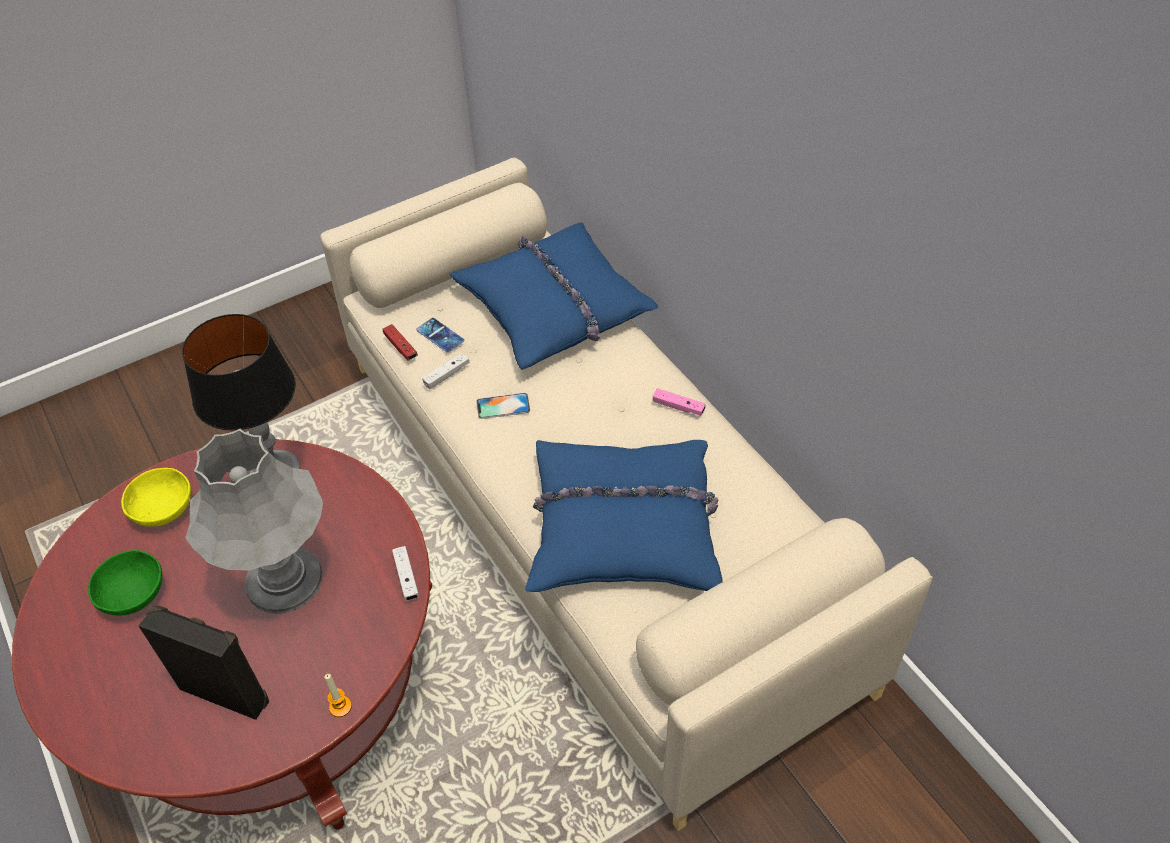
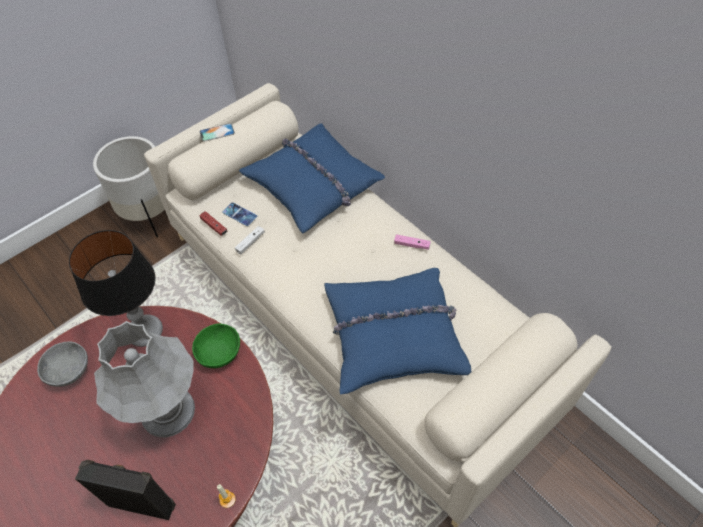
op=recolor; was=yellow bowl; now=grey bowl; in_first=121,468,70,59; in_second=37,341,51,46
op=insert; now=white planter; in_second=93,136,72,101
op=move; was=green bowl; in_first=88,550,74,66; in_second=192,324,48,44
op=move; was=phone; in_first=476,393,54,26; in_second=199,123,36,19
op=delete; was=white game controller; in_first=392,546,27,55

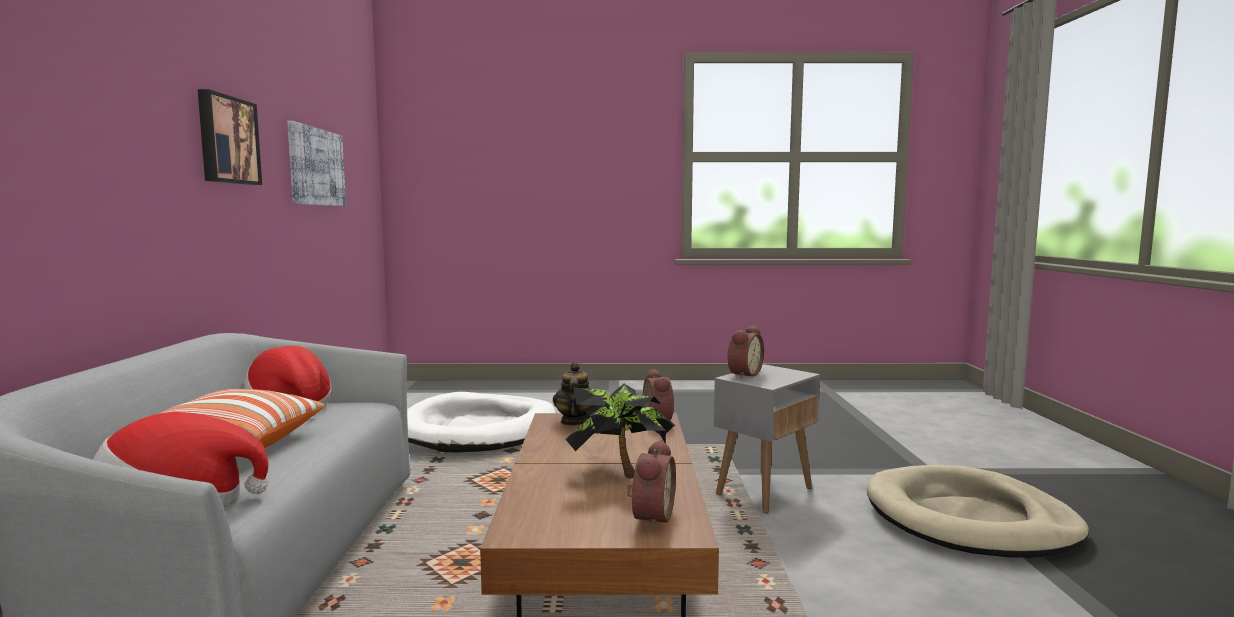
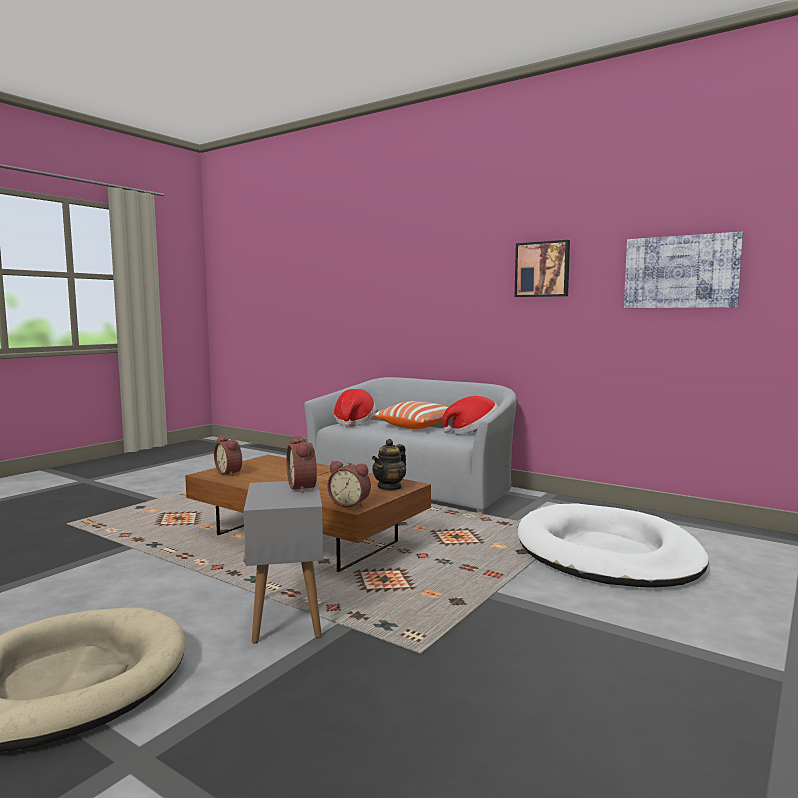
op=rotate; was=teapot; in_first=553,362,38,63; in_second=372,439,34,52; clockwise=90
op=delete; was=potted plant; in_first=566,384,109,95

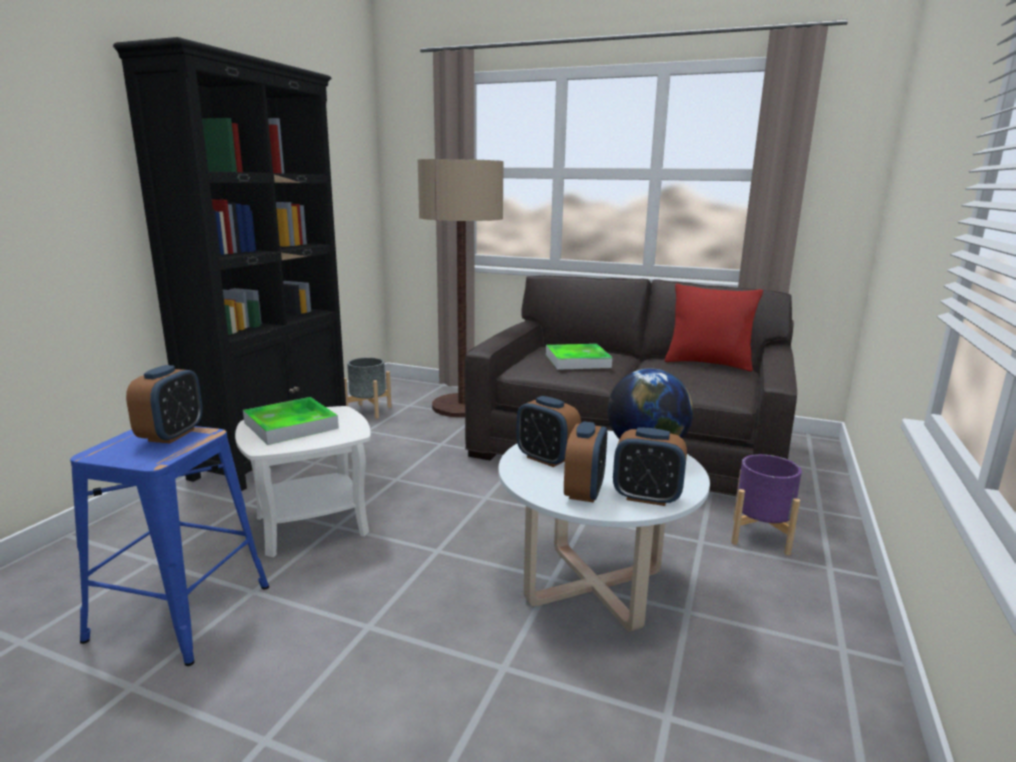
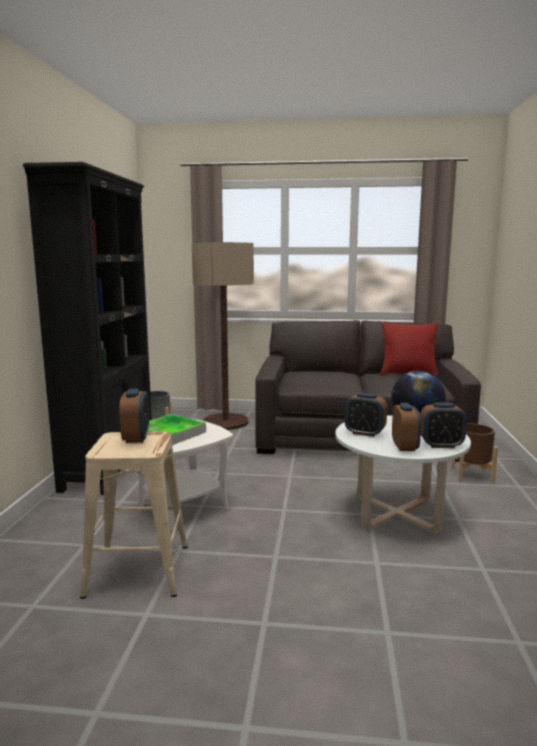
op=recolor; was=blue stool; now=beige stool; in_first=70,426,199,240; in_second=80,432,108,167
op=recolor; was=purple planter; now=brown planter; in_first=731,454,71,101; in_second=451,423,47,60
op=delete; was=tray; in_first=546,344,66,26

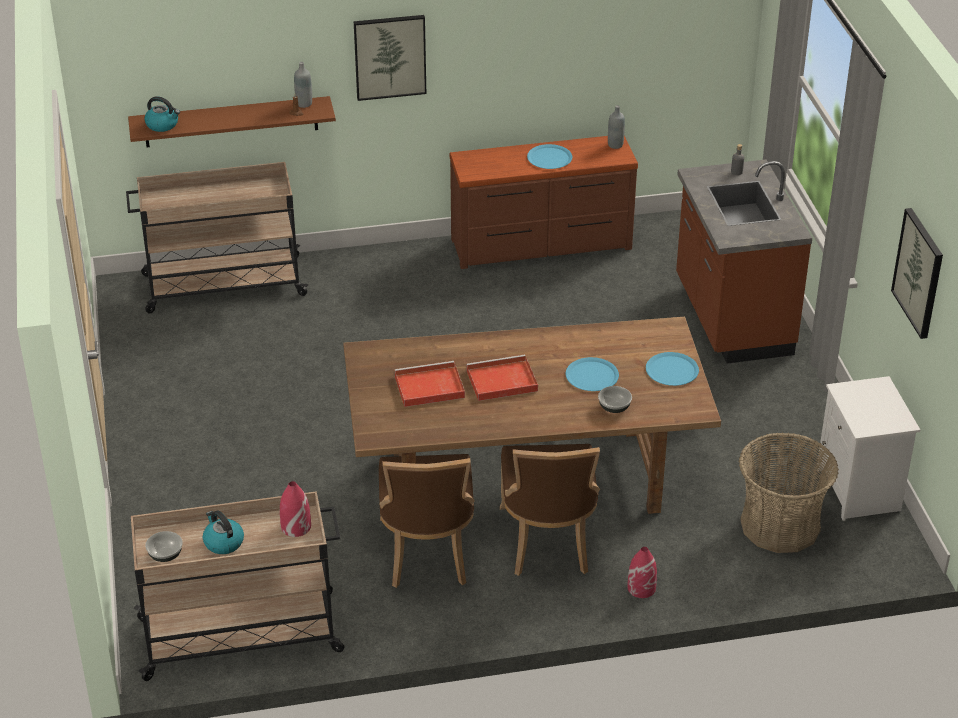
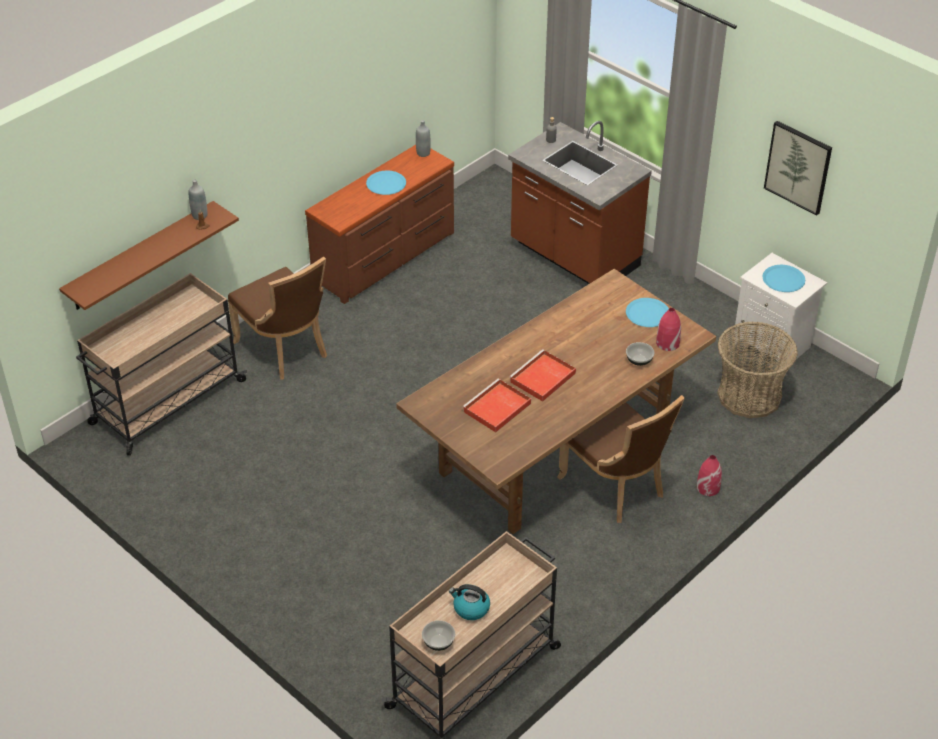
op=move; was=brown chair; in_first=379,454,96,134; in_second=228,256,99,123
op=move; was=red vase; in_first=280,481,31,56; in_second=656,308,25,43
op=move; was=blue plate; in_first=566,357,53,34; in_second=763,265,42,27
op=delete; was=kettle; in_first=144,96,36,36
op=delete; was=picture; in_first=354,15,72,86

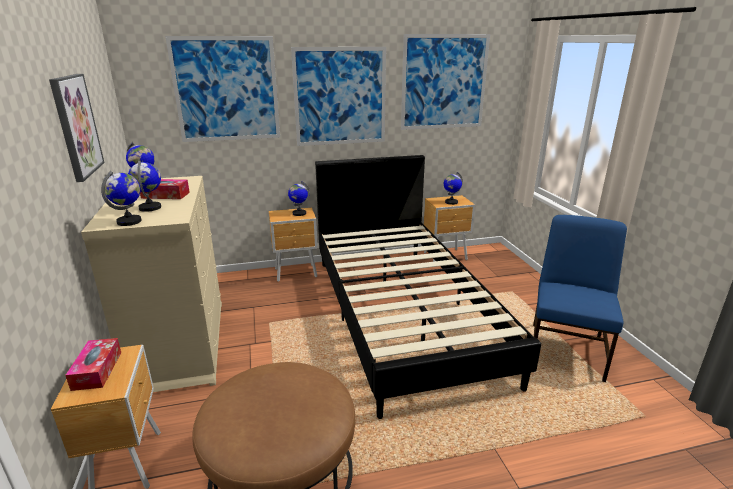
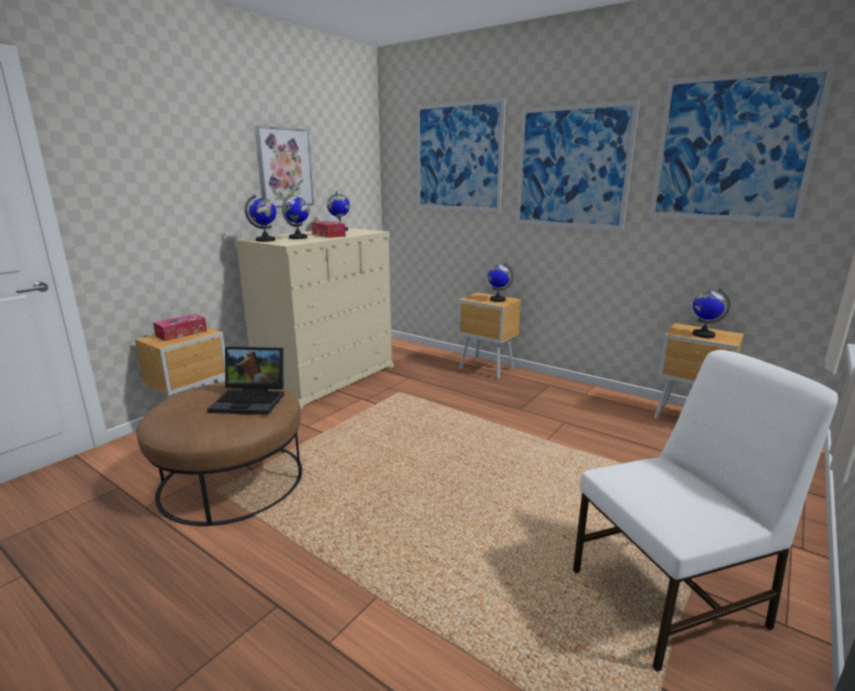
op=insert; now=laptop; in_second=207,346,77,69
op=recolor; was=blue chair; now=white chair; in_first=533,215,94,167; in_second=573,350,265,322
op=delete; was=black bed; in_first=315,155,226,264

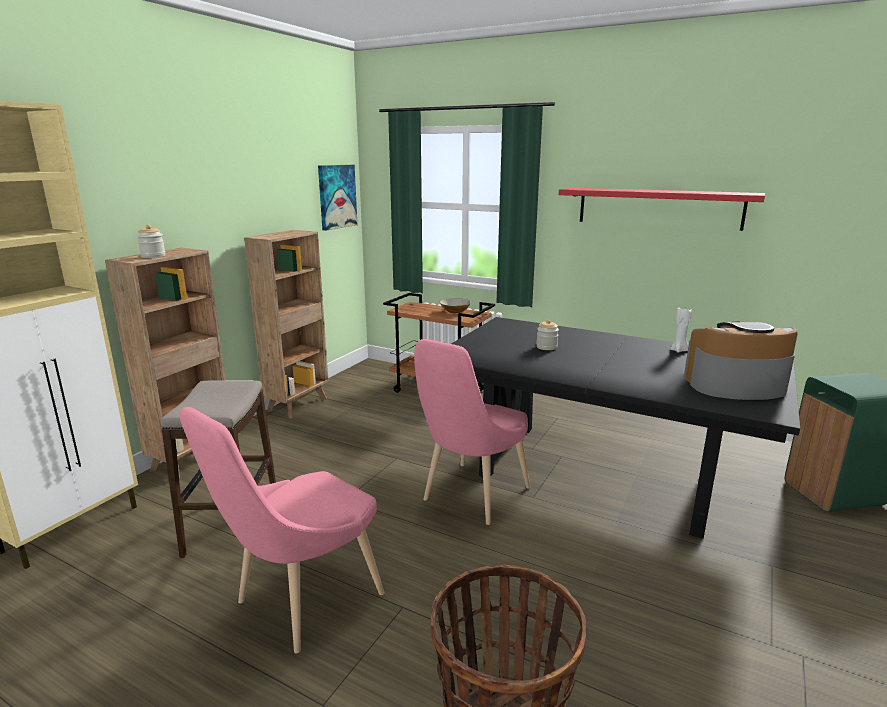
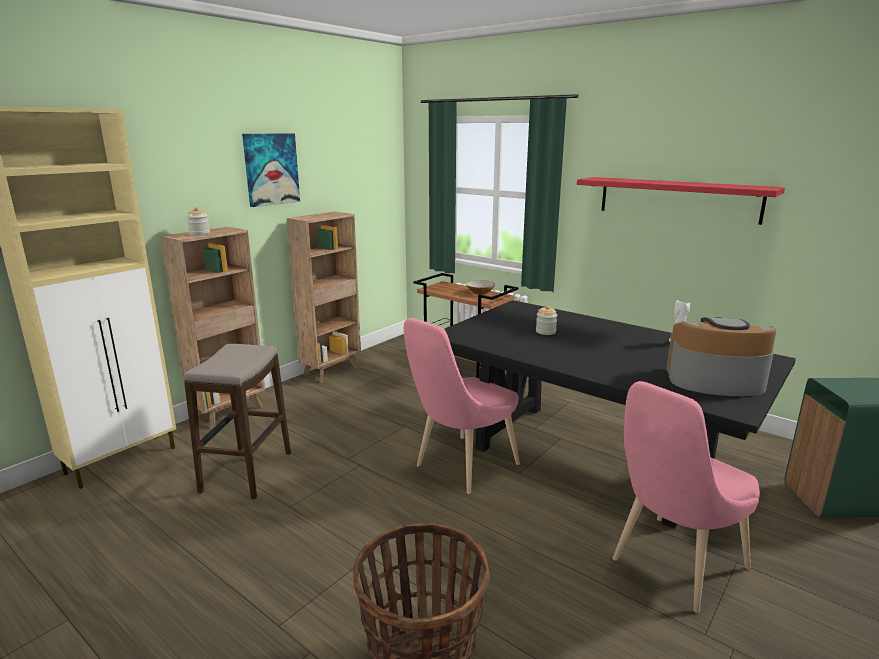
op=move; was=picture; in_first=318,165,39,66; in_second=242,133,58,74
op=move; was=pink chair; in_first=179,407,205,246; in_second=613,381,147,232

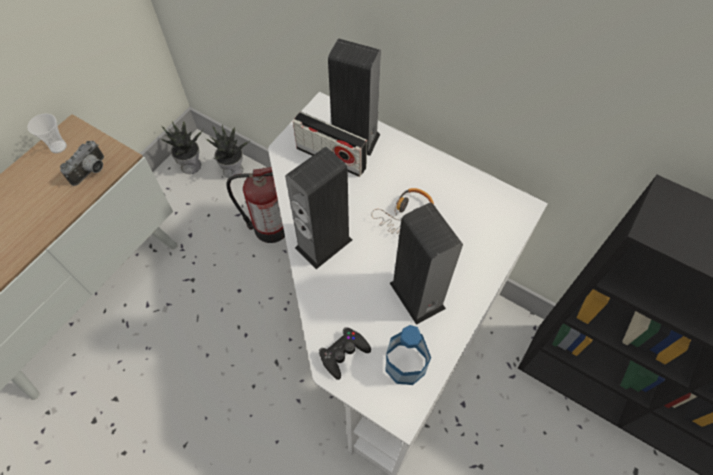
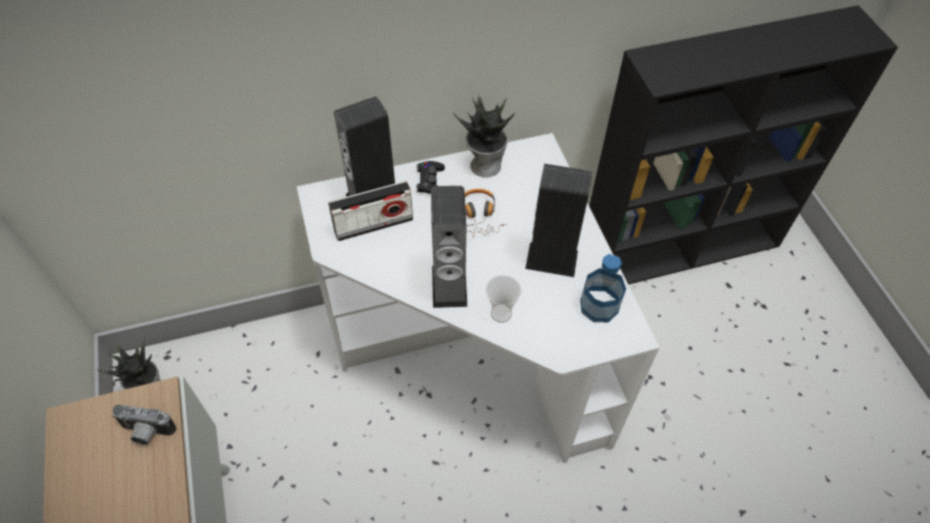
op=rotate; was=photo camera; in_first=60,141,44,45; in_second=112,404,65,41; clockwise=120
op=move; was=black game controller; in_first=319,327,52,53; in_second=416,161,29,33
op=move; was=potted plant; in_first=206,125,45,53; in_second=453,96,62,82
op=move; was=cup; in_first=27,114,40,39; in_second=486,275,35,48
op=delete; was=fire extinguisher; in_first=226,167,59,76

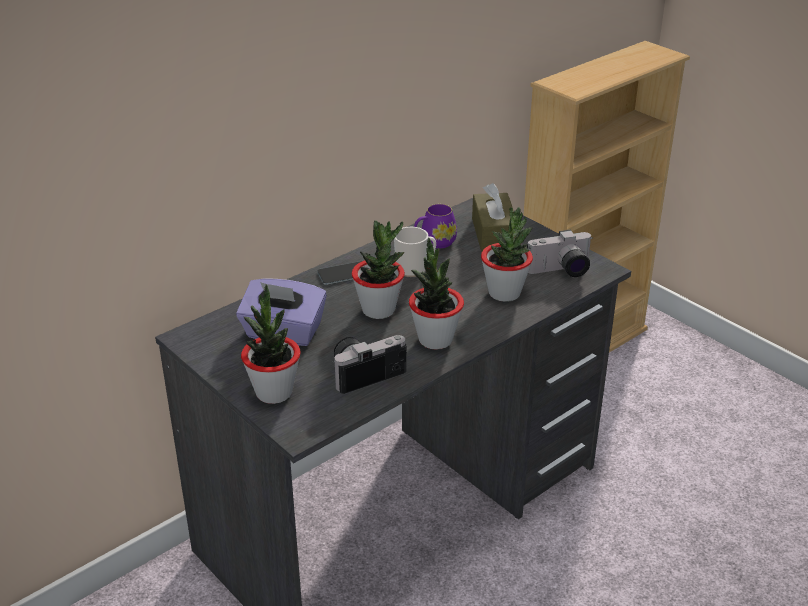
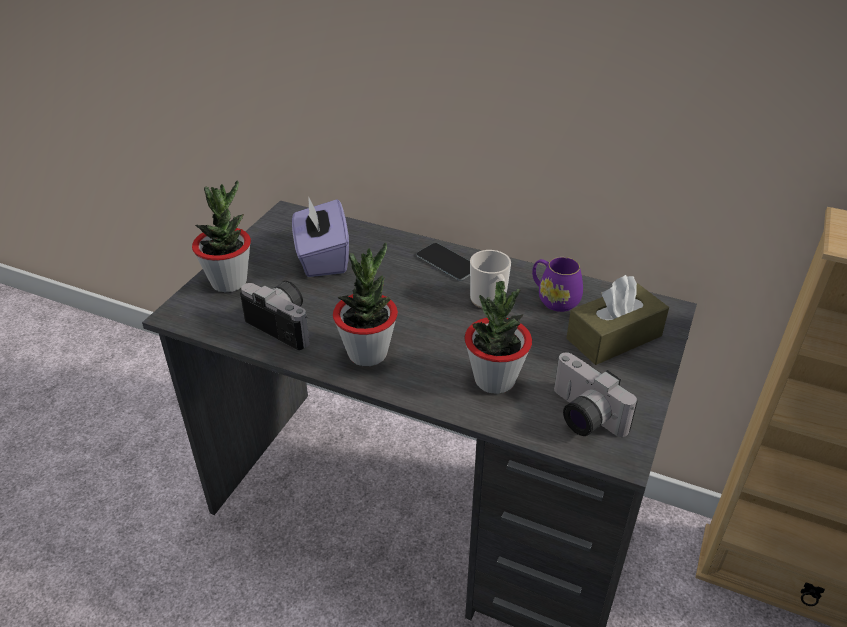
op=delete; was=potted plant; in_first=352,220,53,99

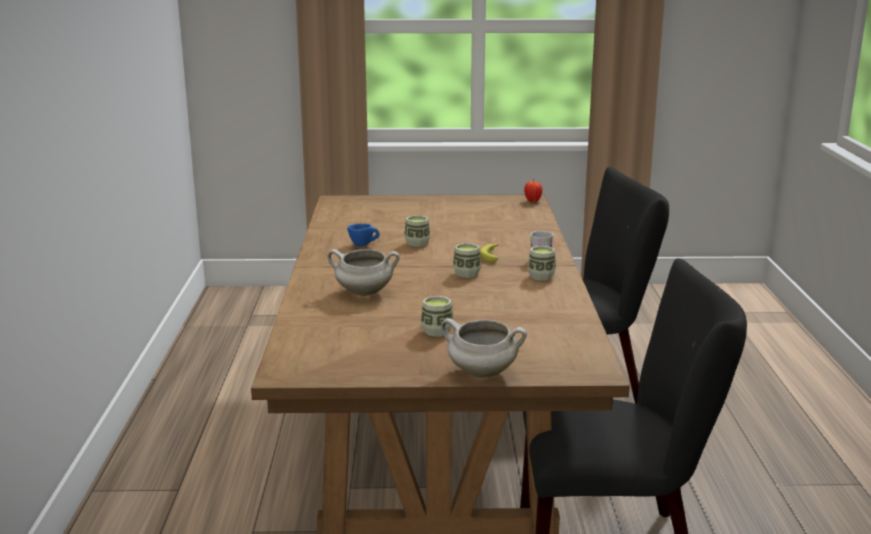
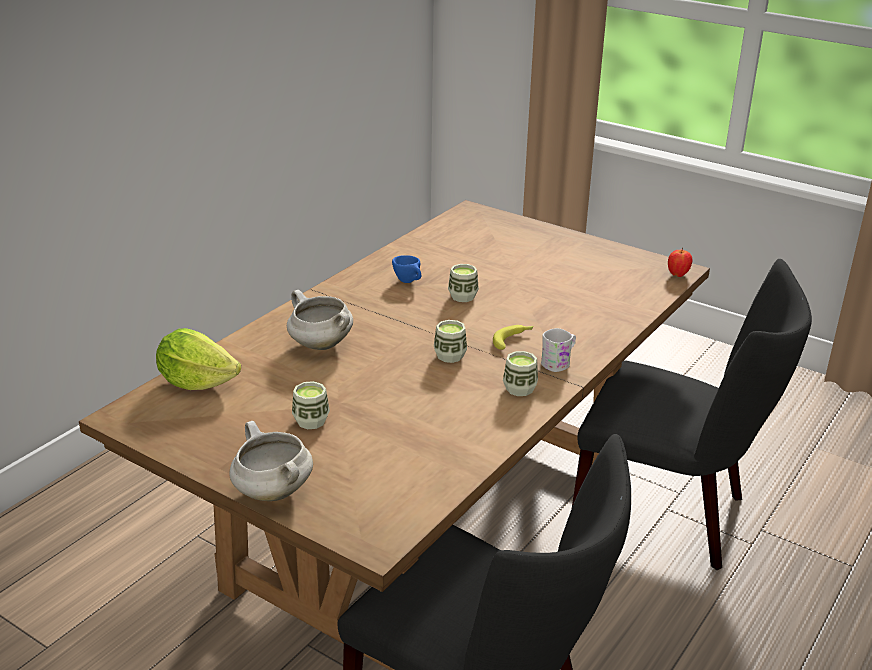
op=insert; now=lettuce; in_second=156,328,85,62

